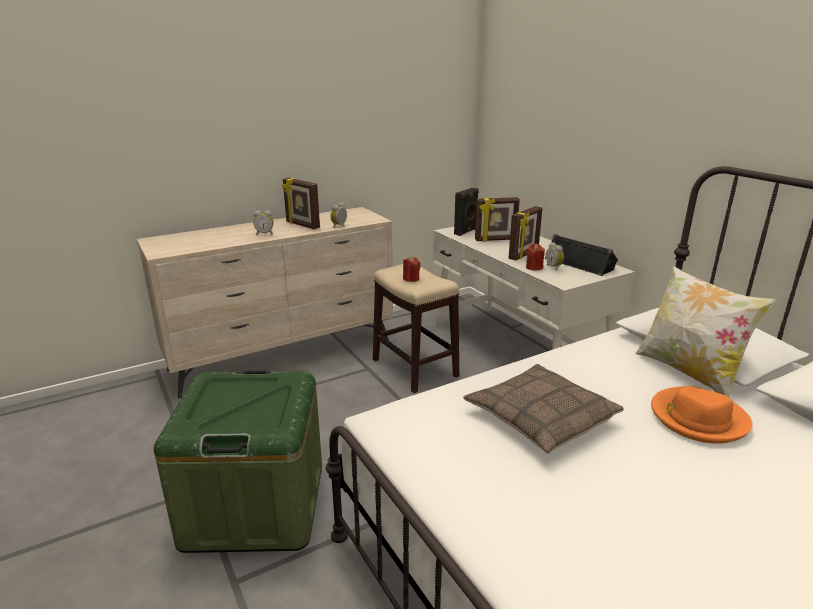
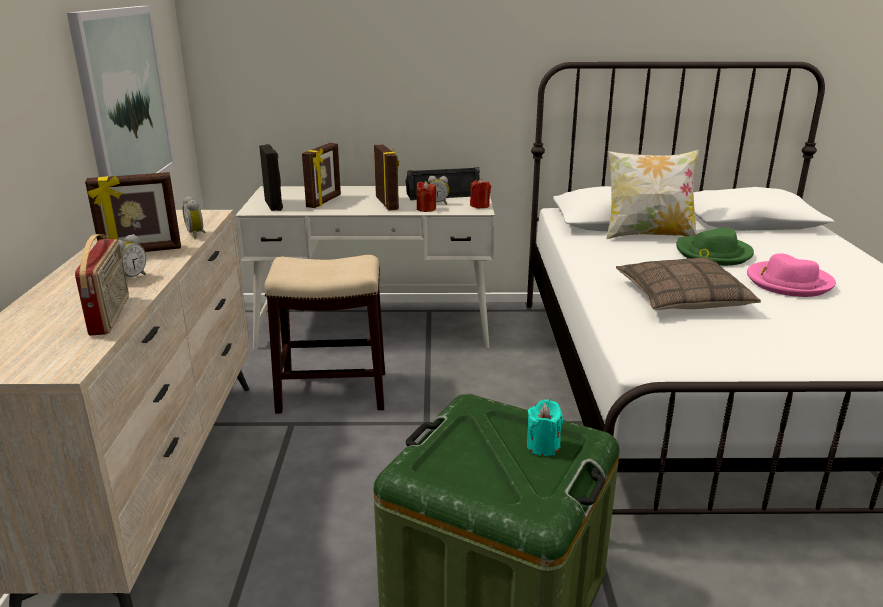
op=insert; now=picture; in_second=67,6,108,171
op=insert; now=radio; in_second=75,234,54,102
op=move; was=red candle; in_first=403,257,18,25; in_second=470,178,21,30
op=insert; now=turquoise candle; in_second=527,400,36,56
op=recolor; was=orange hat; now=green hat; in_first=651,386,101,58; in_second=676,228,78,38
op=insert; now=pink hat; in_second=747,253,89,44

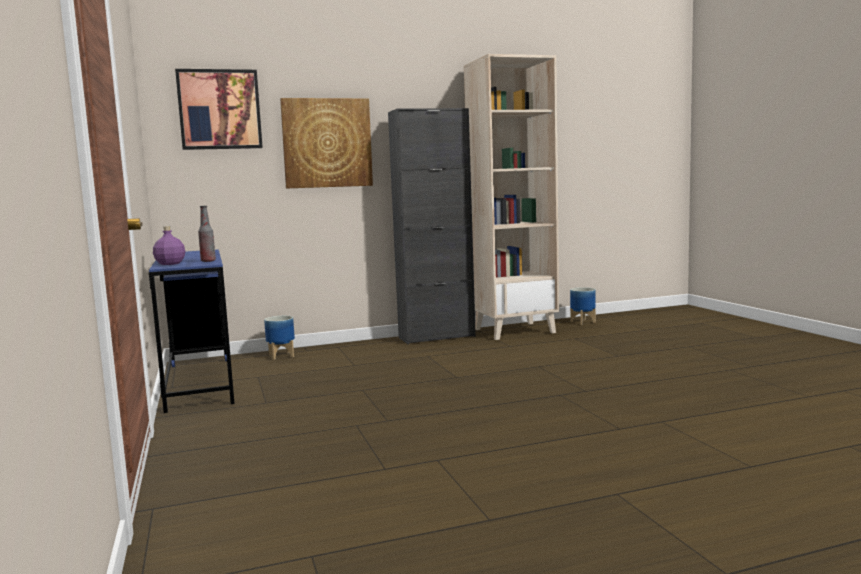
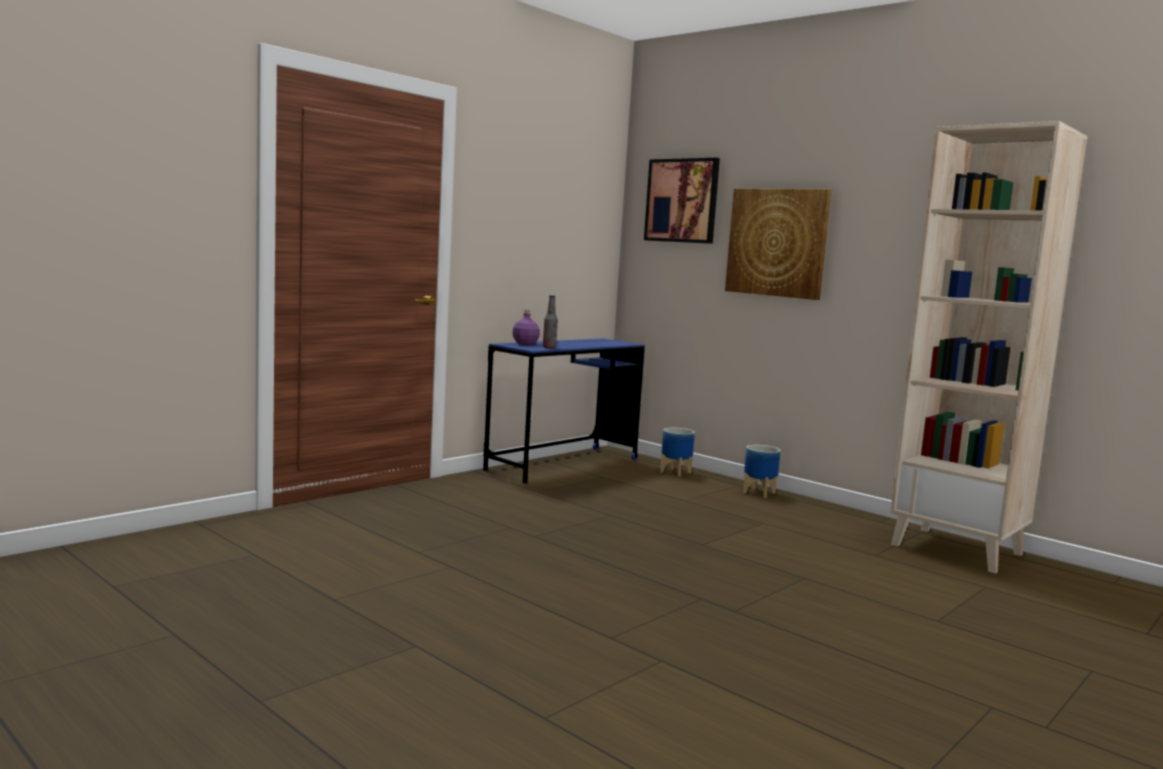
op=move; was=planter; in_first=570,287,26,38; in_second=743,445,38,53
op=delete; was=black cabinet; in_first=388,108,88,236

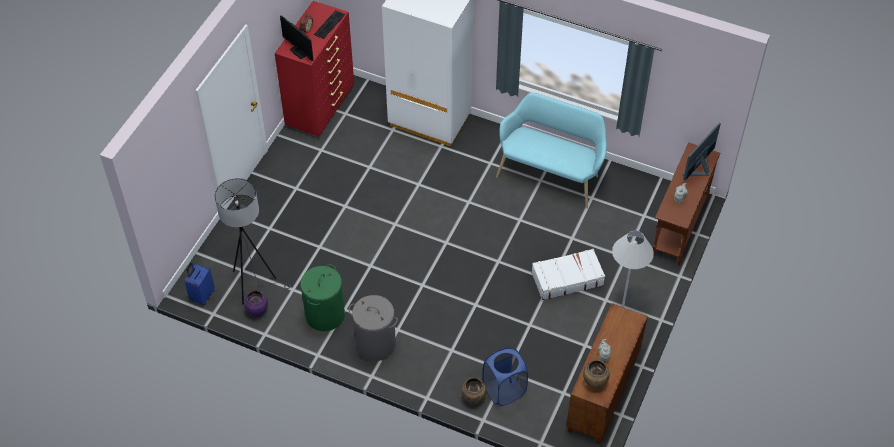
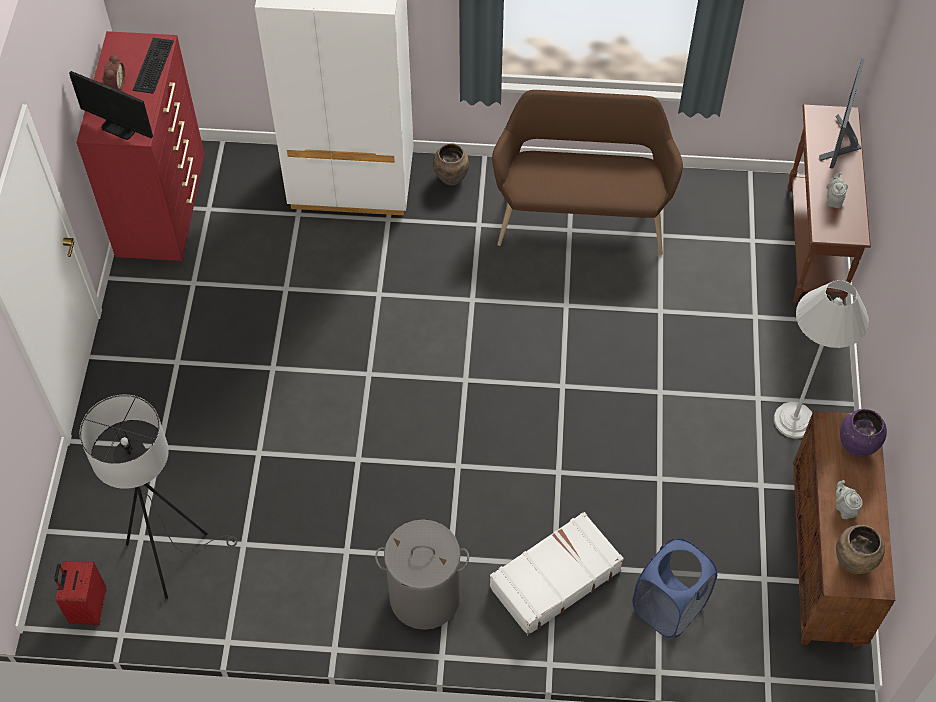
op=recolor; was=blue suitcase; now=red suitcase; in_first=184,263,31,42; in_second=54,561,52,64
op=move; was=brown vase; in_first=461,378,25,27; in_second=433,143,36,42
op=move; was=white suitcase; in_first=531,249,74,51; in_second=489,512,135,124
op=recolor; was=turquoise bench; now=brown bench; in_first=496,92,111,117; in_second=492,90,191,165
op=move; was=purple vase; in_first=244,291,24,26; in_second=840,409,47,48
op=delete; was=green laundry basket; in_first=300,264,45,67

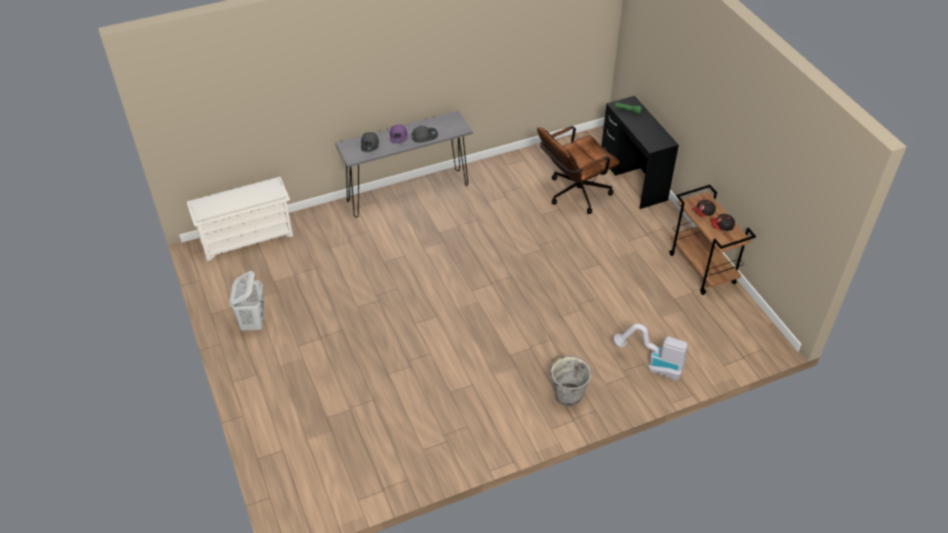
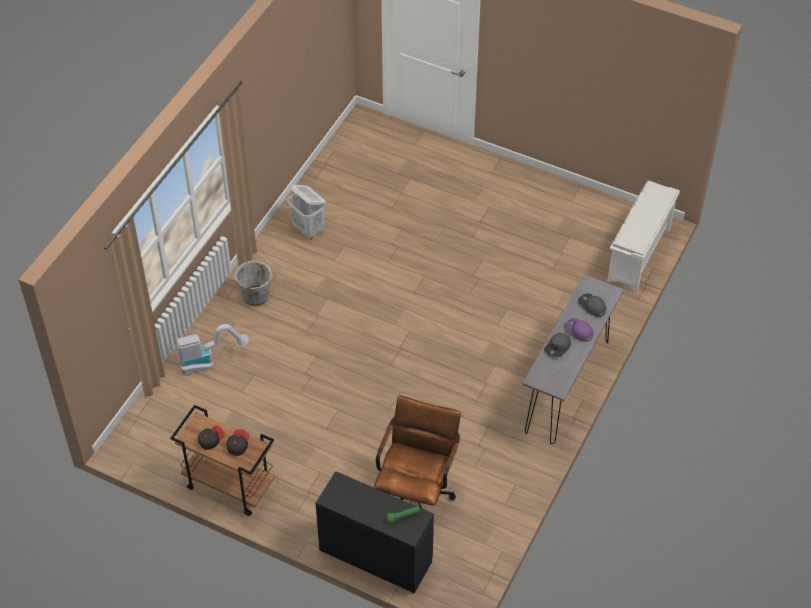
op=move; was=white laundry basket; in_first=230,271,35,60; in_second=287,185,39,55

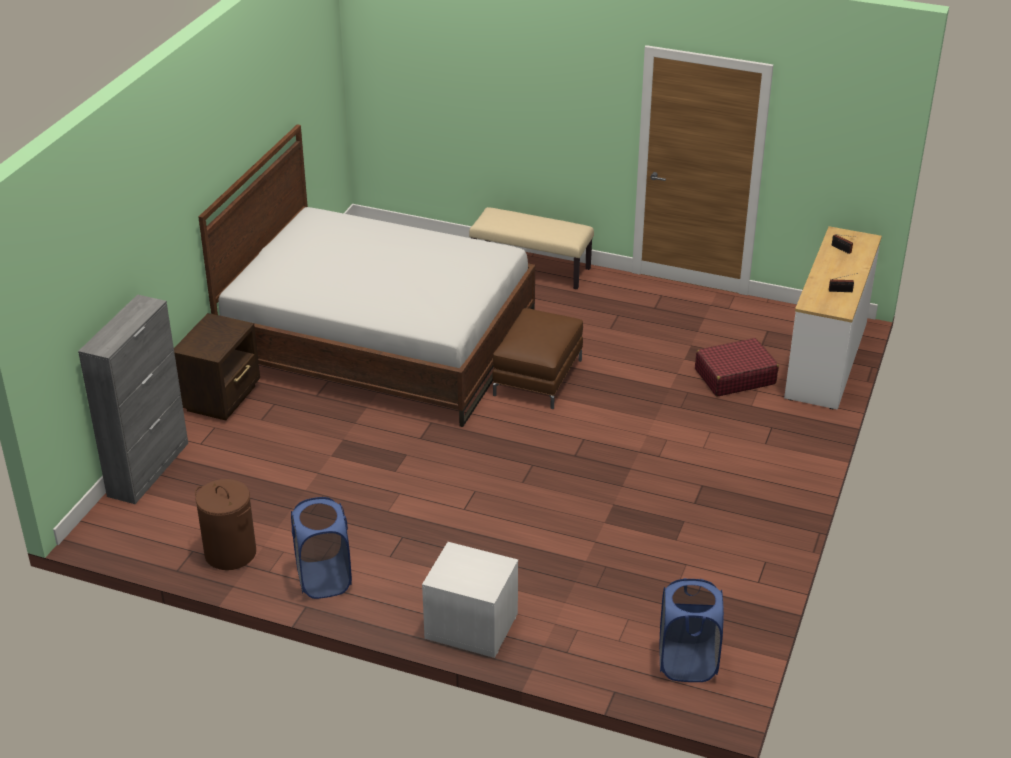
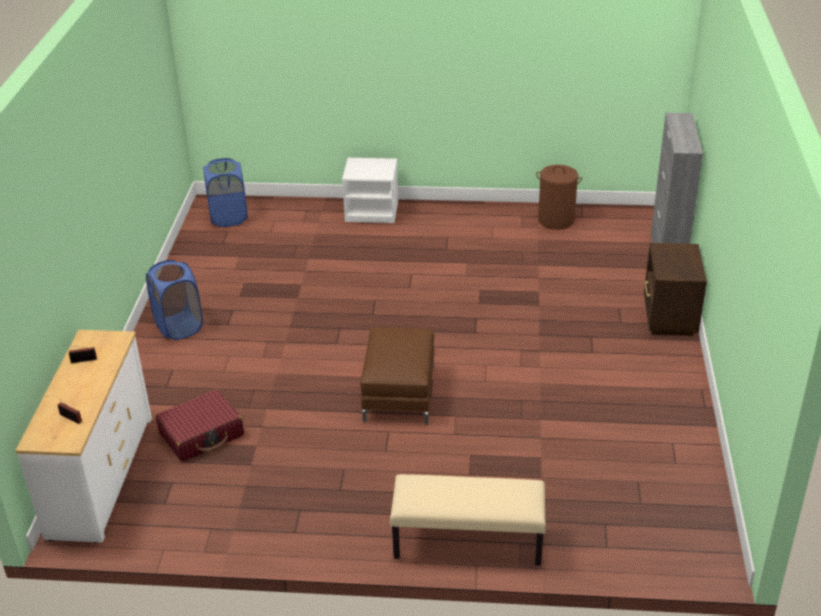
op=move; was=blue laundry basket; in_first=291,497,61,102; in_second=146,260,57,80
op=delete; was=bed; in_first=198,124,337,303

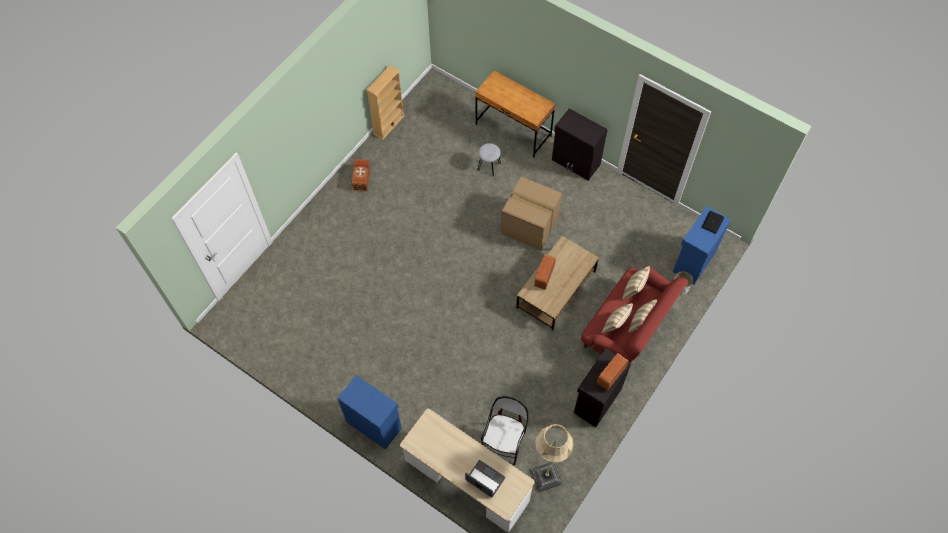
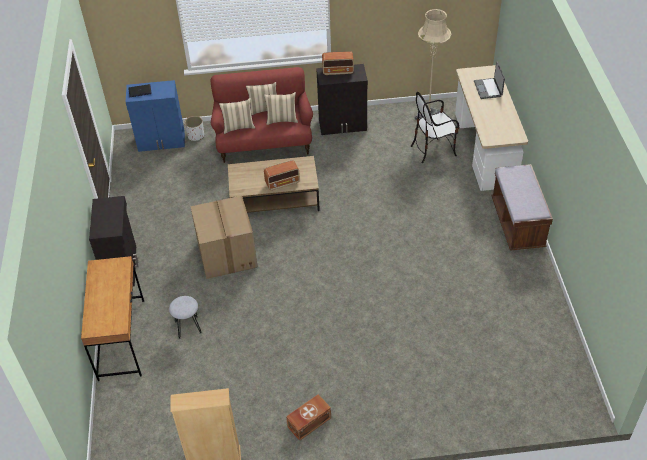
op=replace; was=blue cabinet; now=brown bench; in_first=337,375,65,75; in_second=491,164,62,87

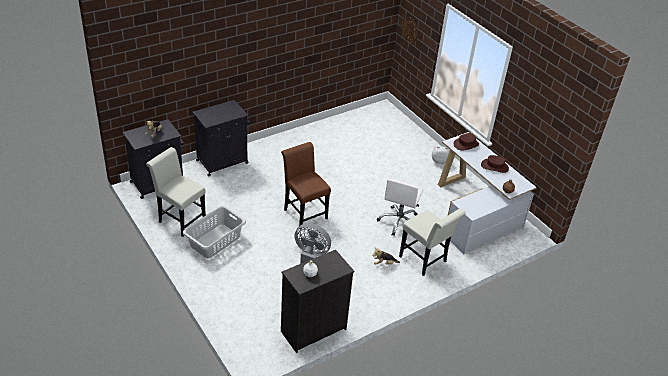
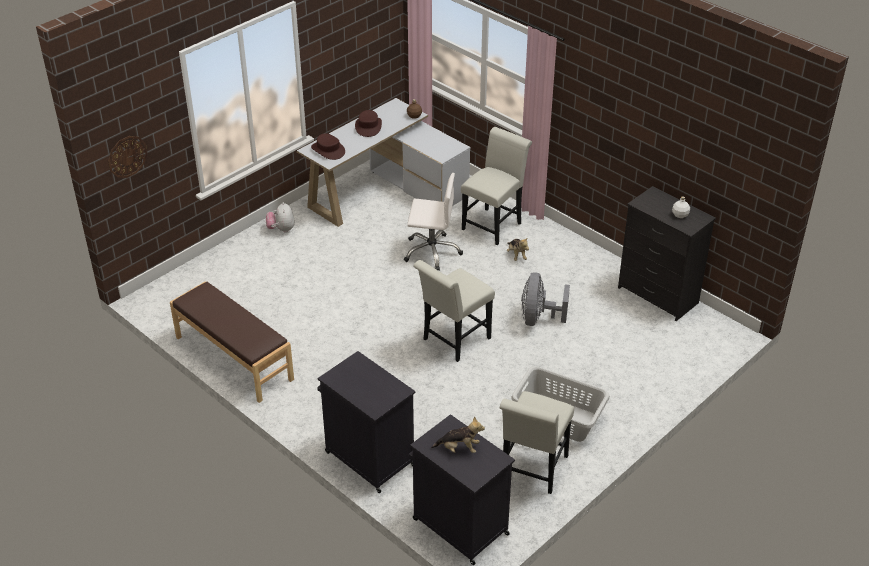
op=insert; now=brown bench; in_second=170,281,124,122
op=recolor; was=brown chair; now=white chair; in_first=281,142,50,87; in_second=413,260,82,102

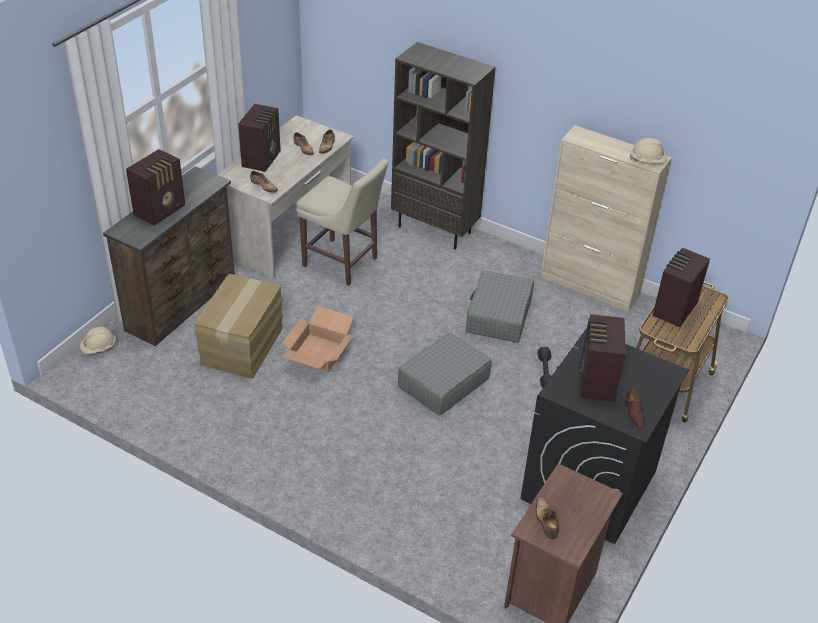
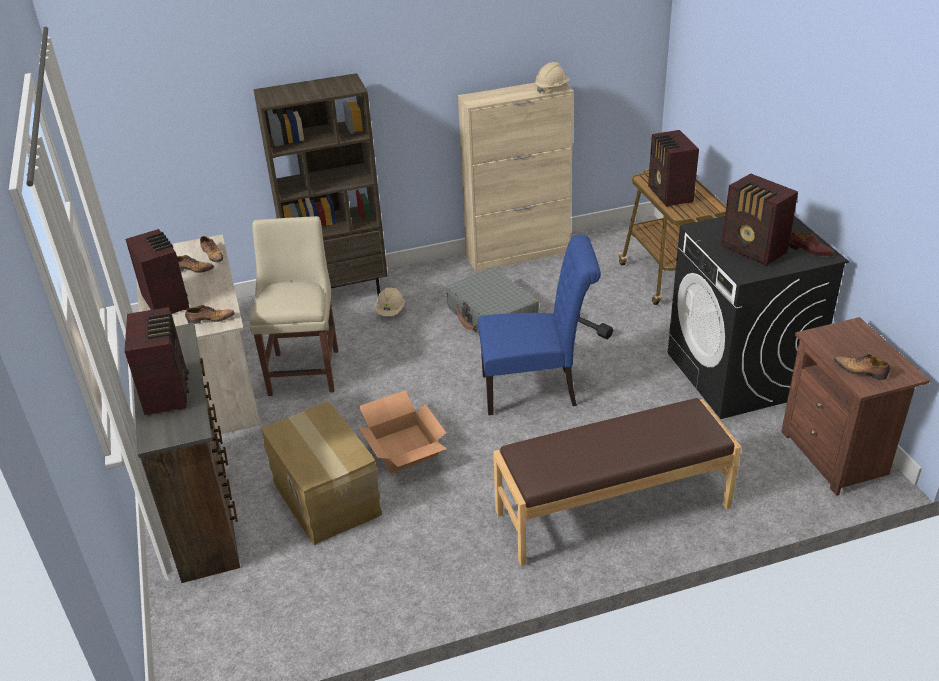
op=rotate; was=beige chair; in_first=297,158,91,128; in_second=249,216,89,180; clockwise=-75
op=move; was=beige hard hat; in_first=80,327,36,27; in_second=376,288,29,28
op=replace; was=grey suitcase; now=blue chair; in_first=398,332,94,84; in_second=478,234,123,181
op=insert; now=brown bench; in_second=493,398,248,168

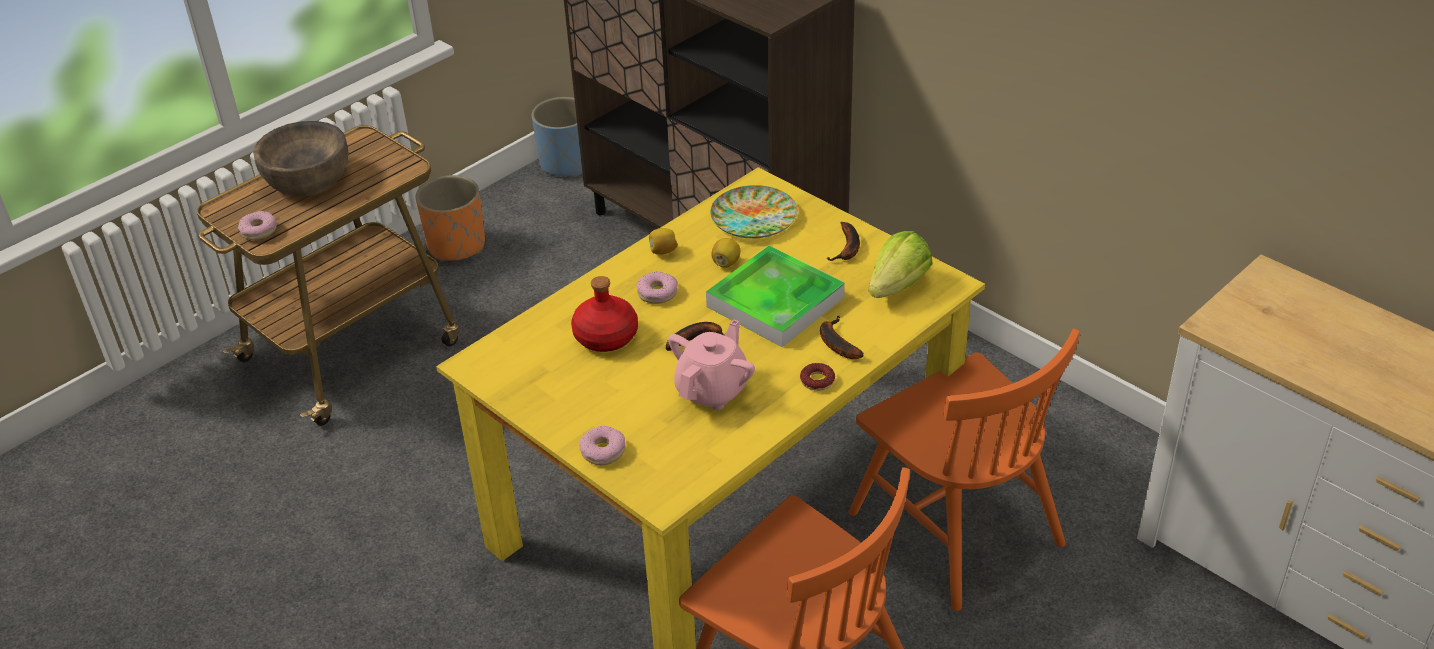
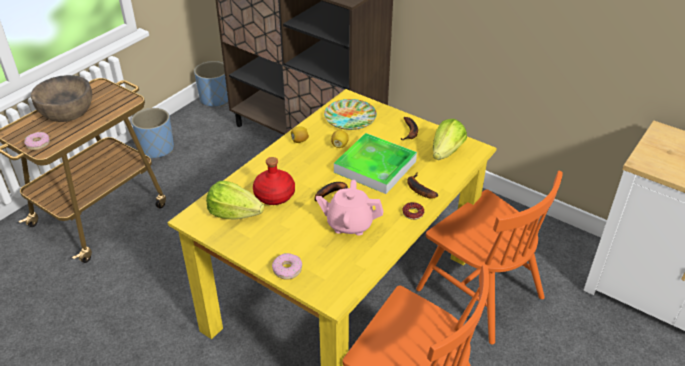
op=recolor; was=orange planter; now=blue planter; in_first=416,175,69,87; in_second=131,108,43,50
op=insert; now=lettuce; in_second=206,181,58,39
op=rotate; was=pink teapot; in_first=668,319,87,91; in_second=316,180,68,56; clockwise=-105
op=delete; was=donut; in_first=636,272,42,32

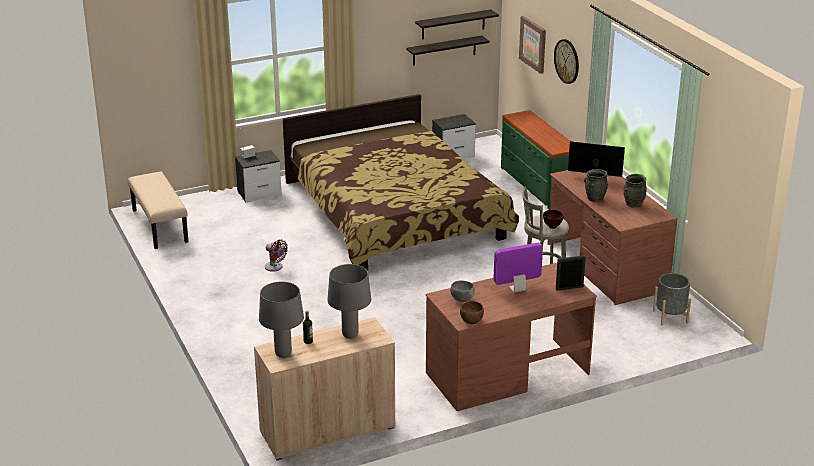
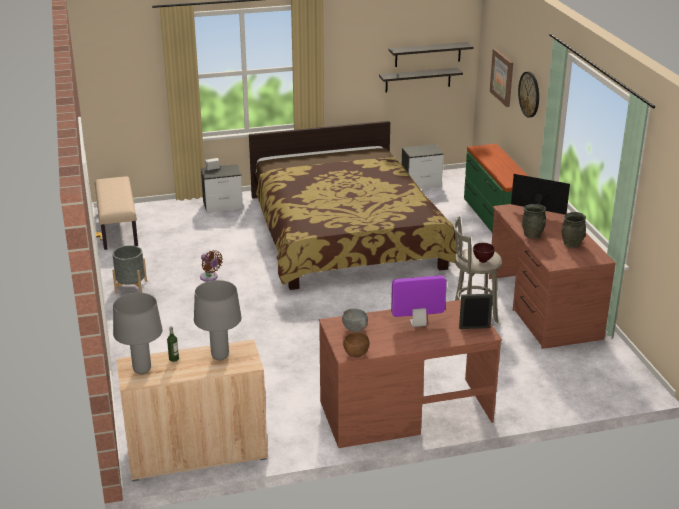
op=move; was=grey planter; in_first=653,273,38,53; in_second=112,245,35,49

